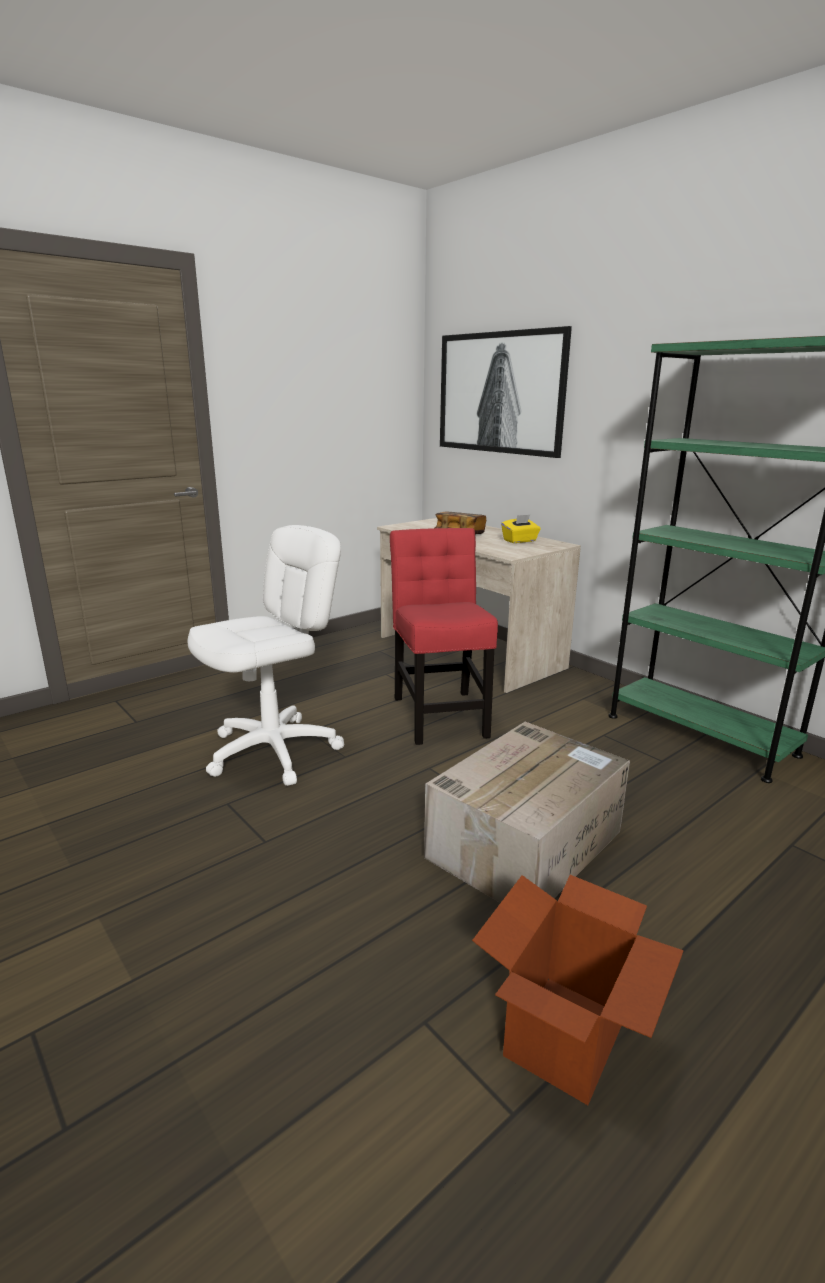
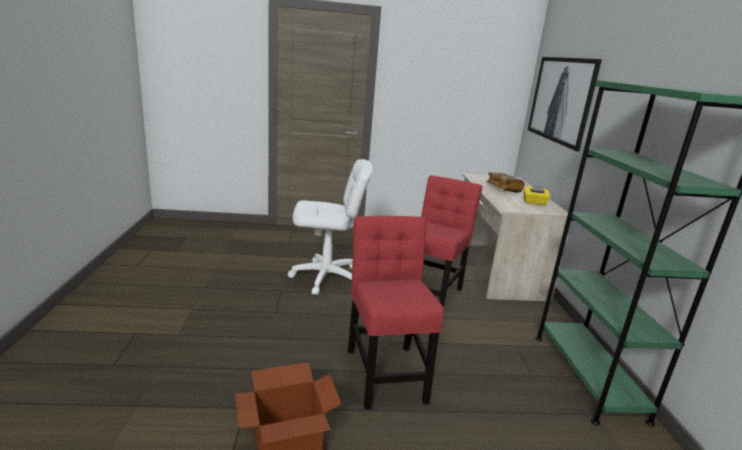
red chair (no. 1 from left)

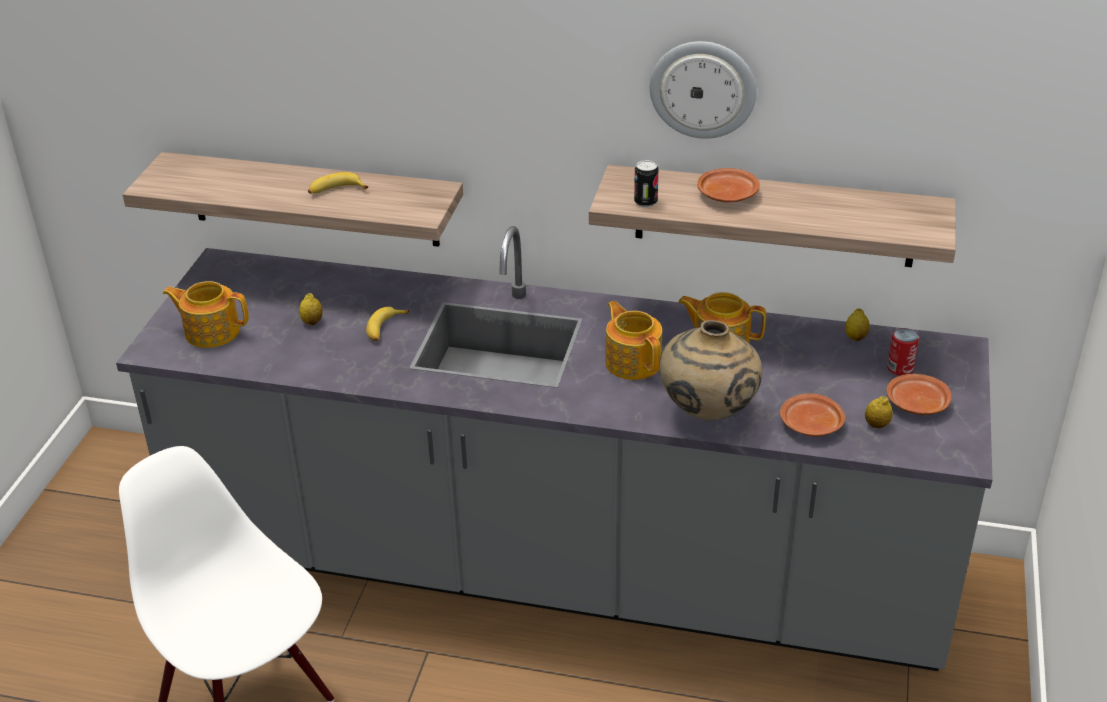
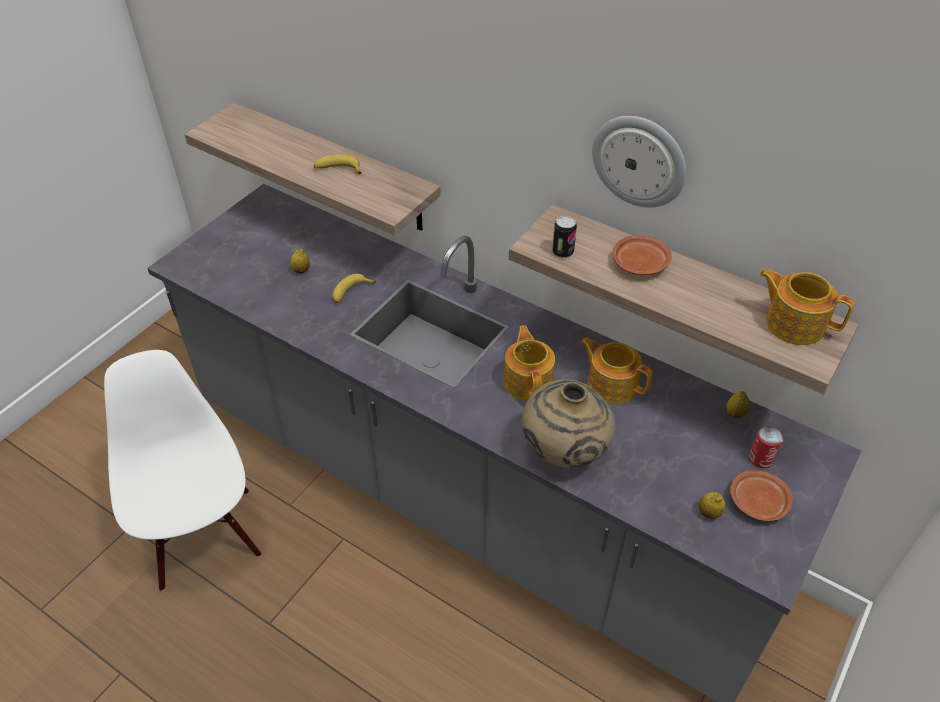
brown plate (no. 2 from left in the first image)
teapot (no. 3 from left)

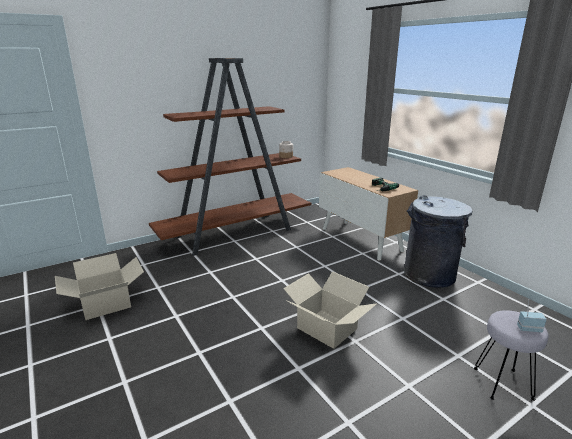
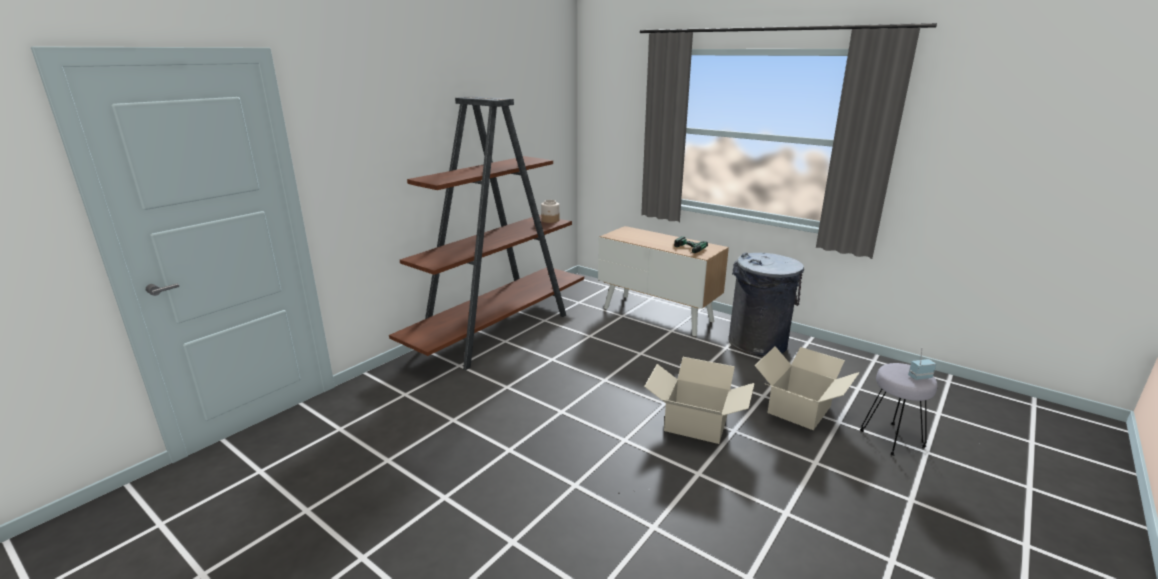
cardboard box (no. 2 from left)

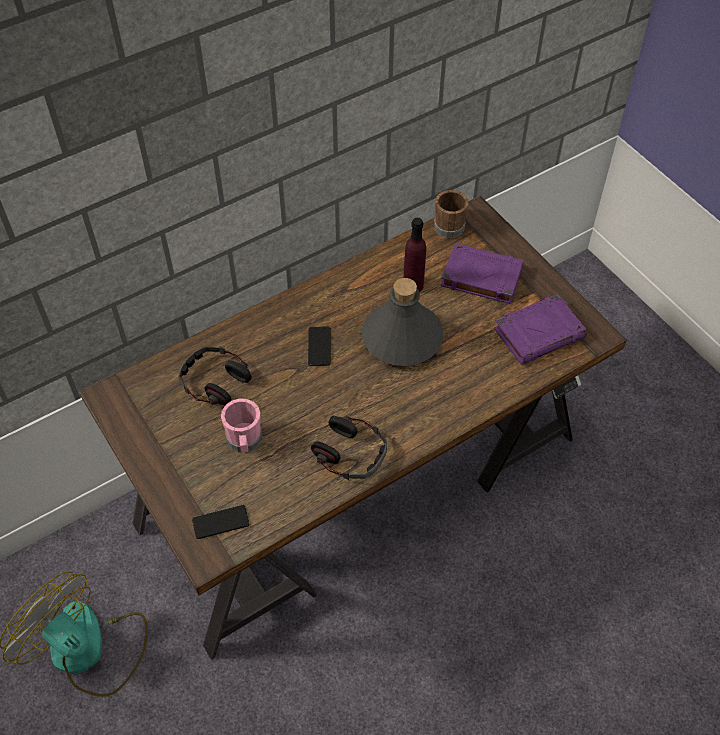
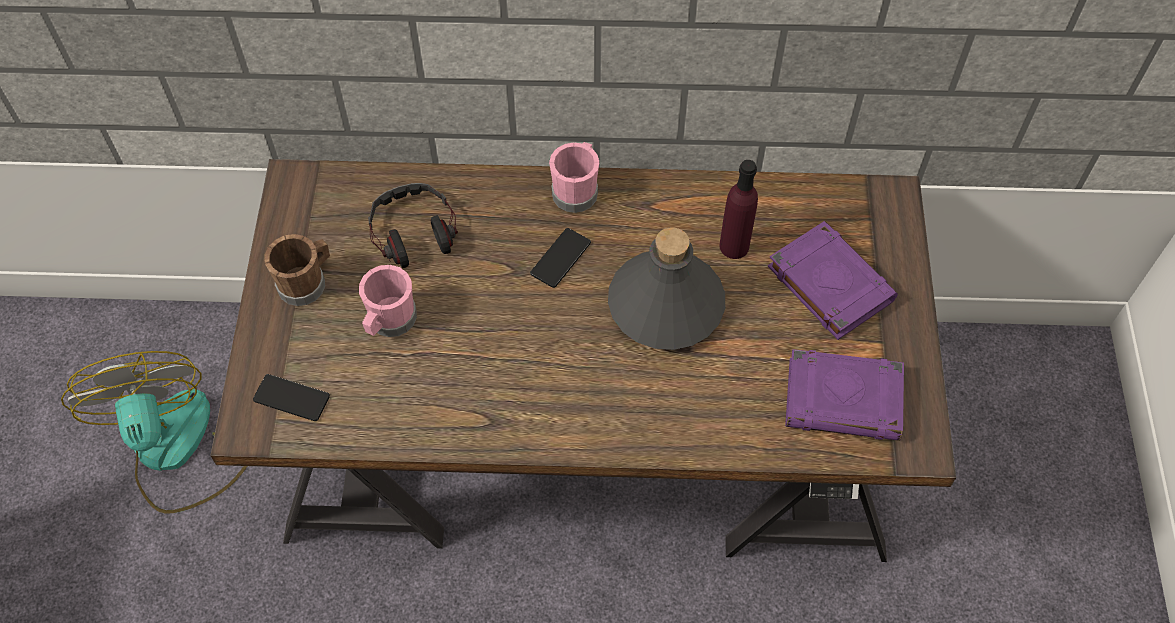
headphones (no. 2 from left in the first image)
pink mug (no. 2 from left)
brown mug

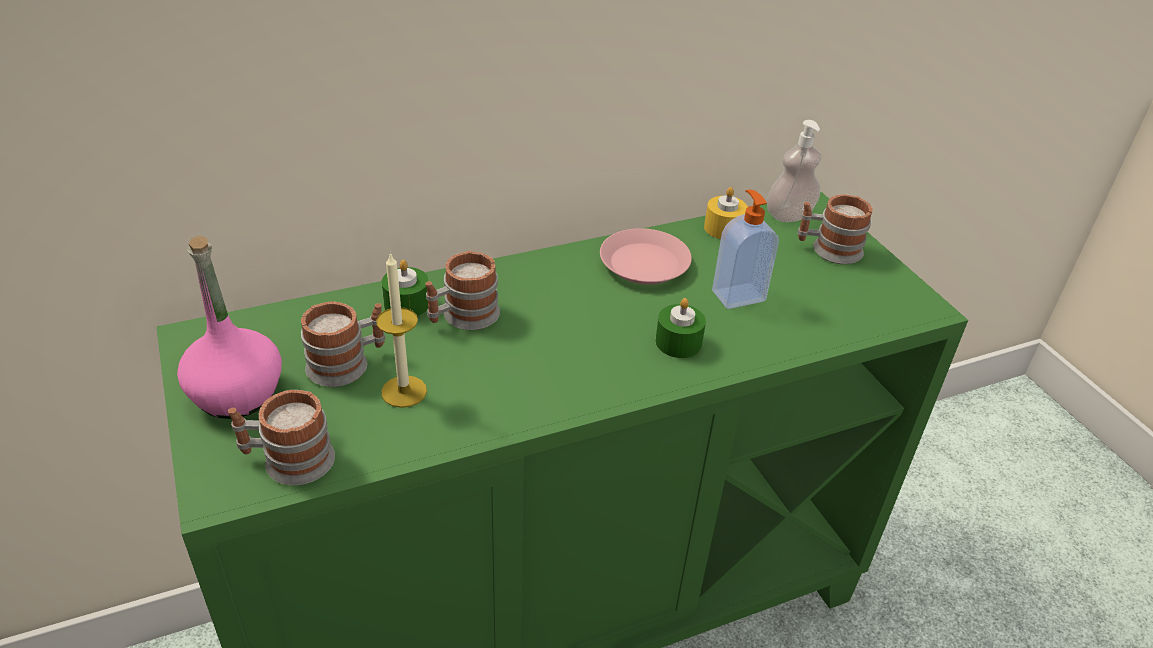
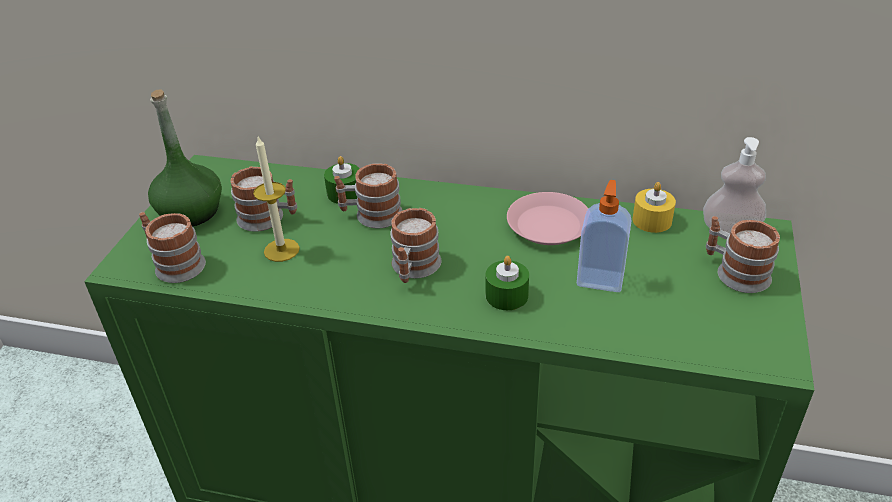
mug (no. 4 from left)
green bottle

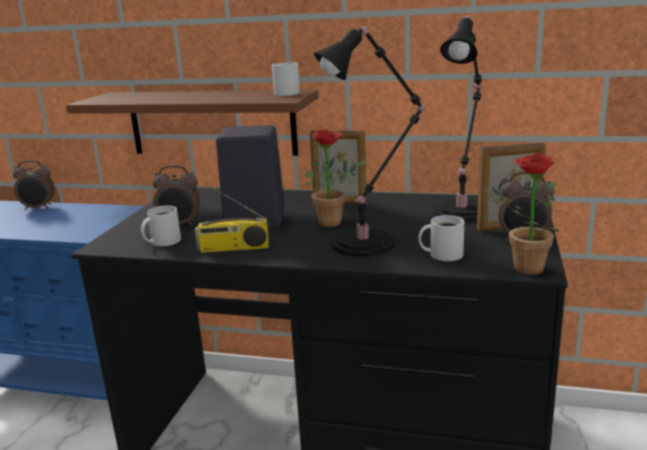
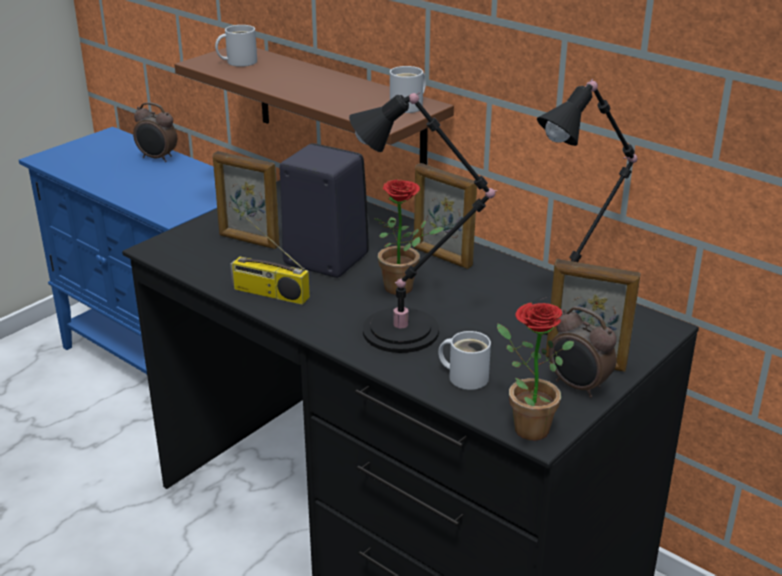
white mug (no. 1 from left)
picture frame (no. 1 from left)

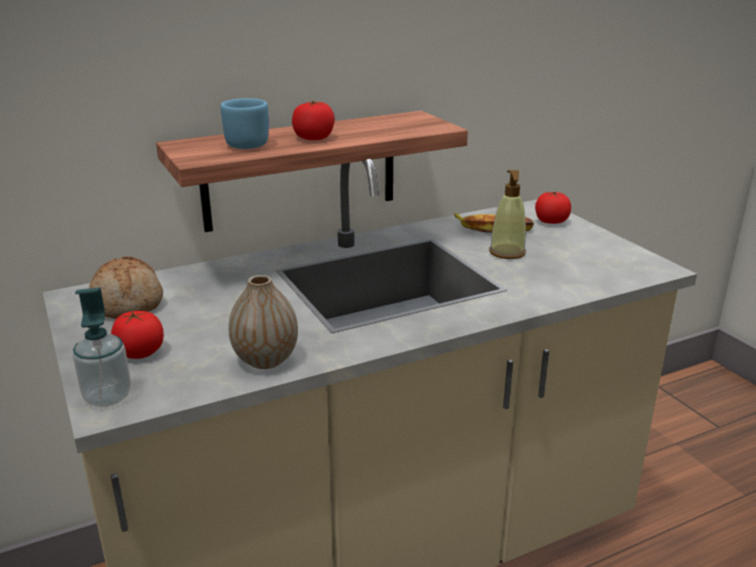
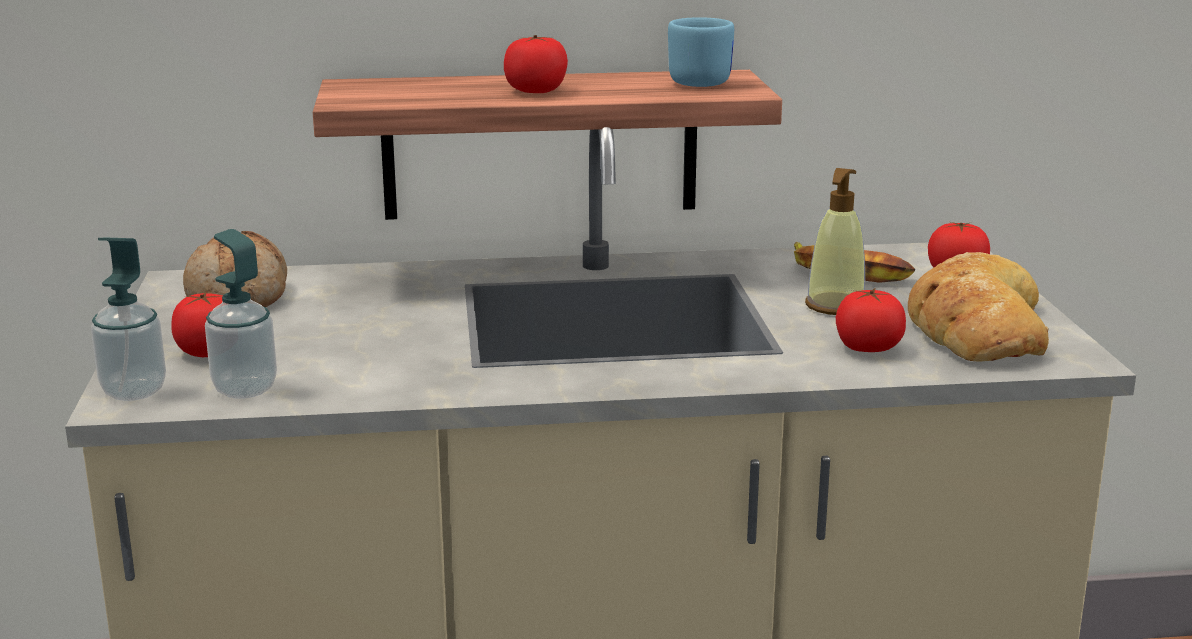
vase
soap dispenser (no. 2 from left)
tomato (no. 3 from left)
bread (no. 2 from left)
blue mug

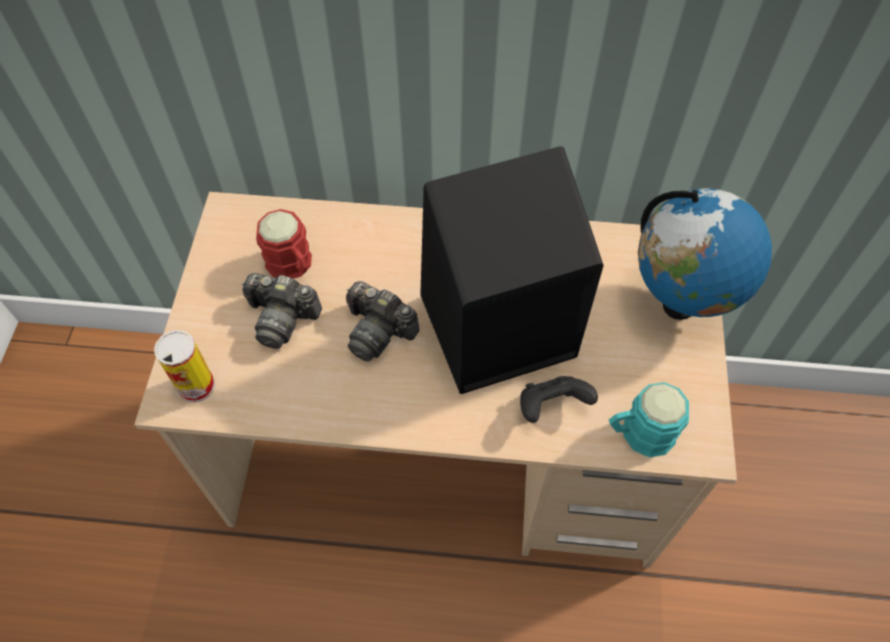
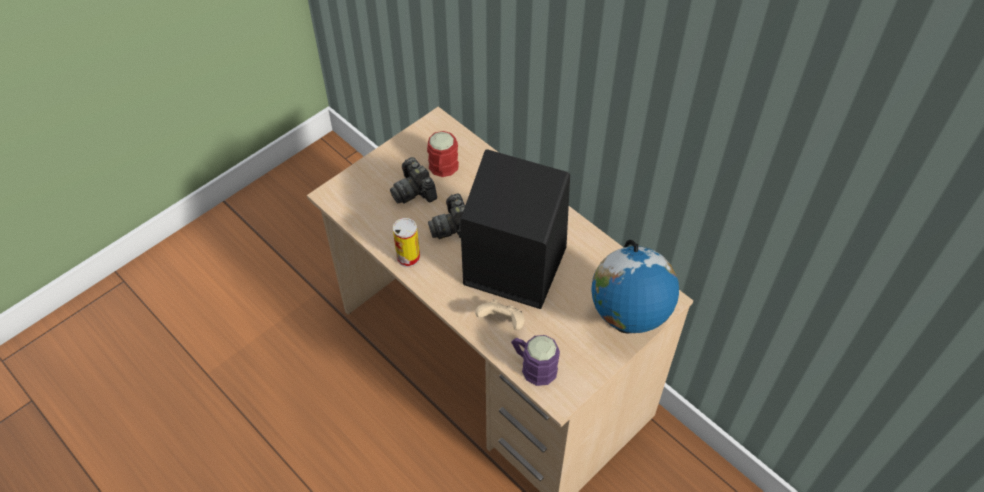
can
beige game controller
purple mug

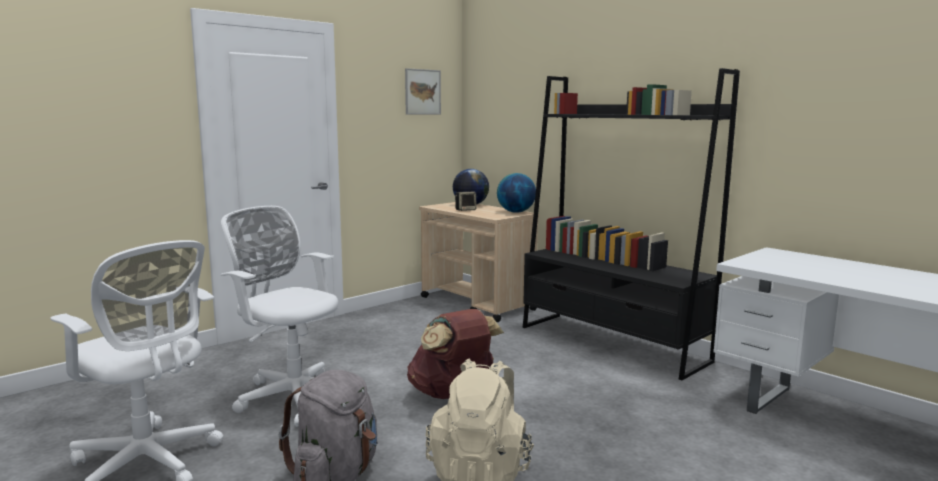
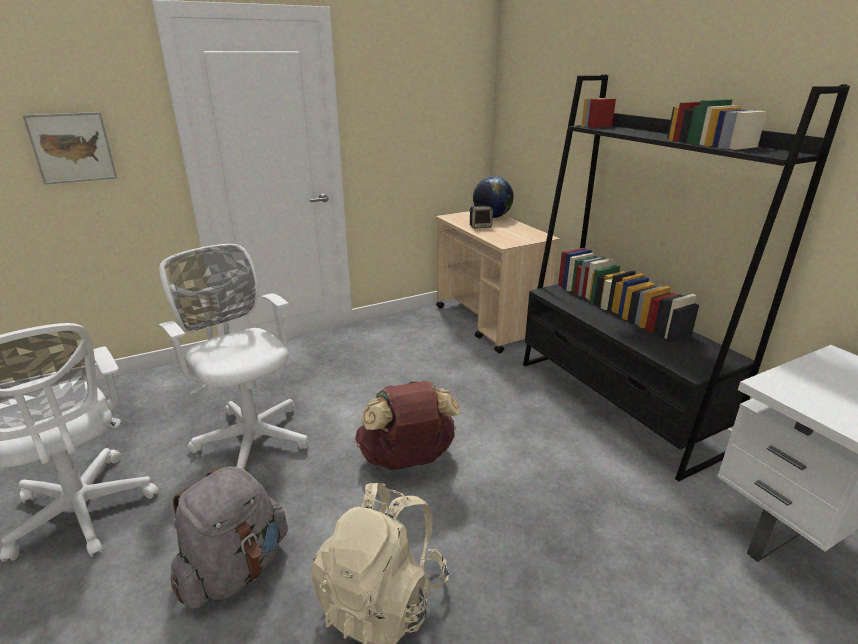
globe (no. 2 from left in the first image)
picture

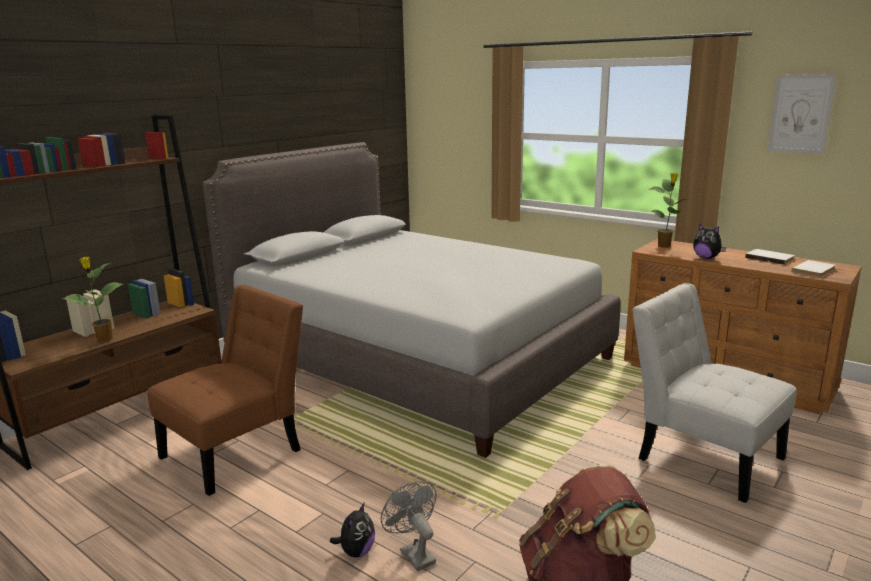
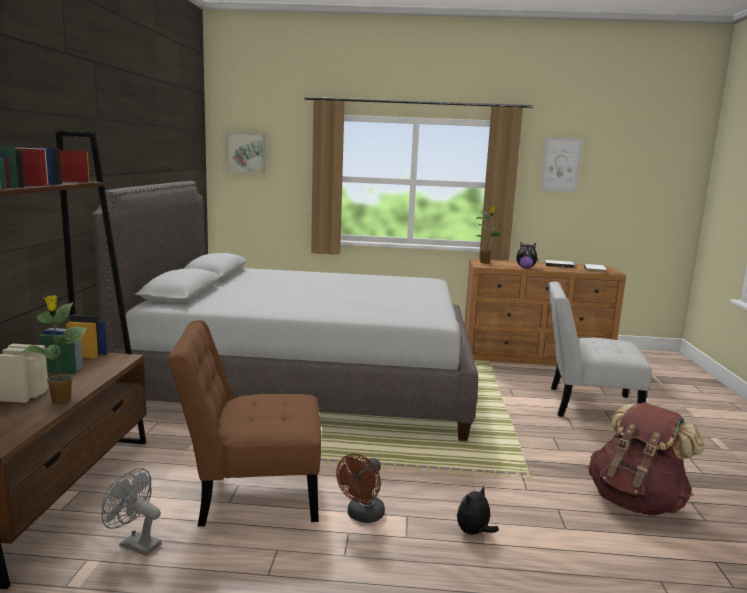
picture (no. 1 from left)
brown fan
grey fan
brown chair
plush toy (no. 1 from left)

